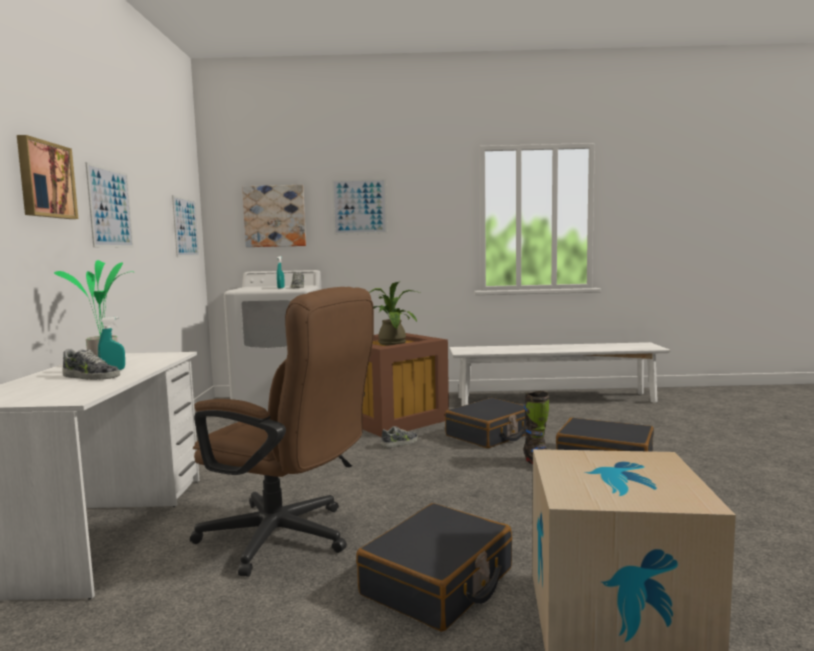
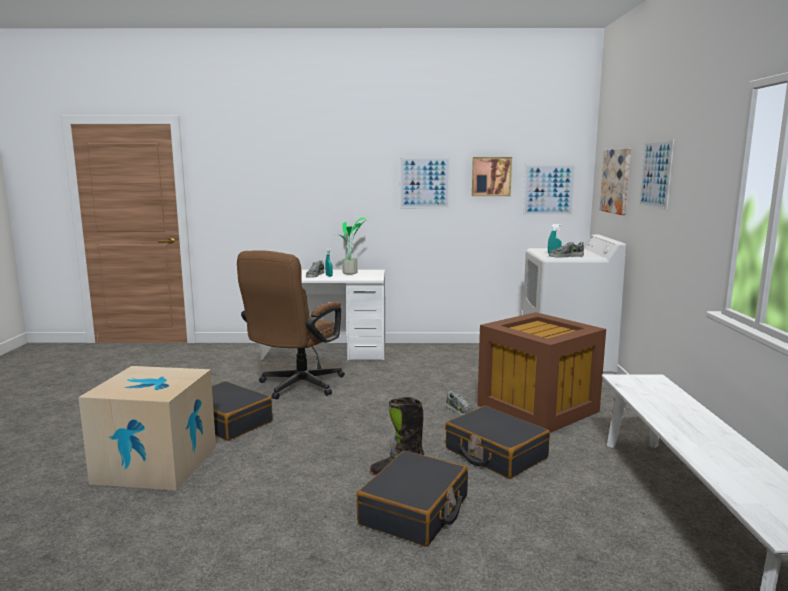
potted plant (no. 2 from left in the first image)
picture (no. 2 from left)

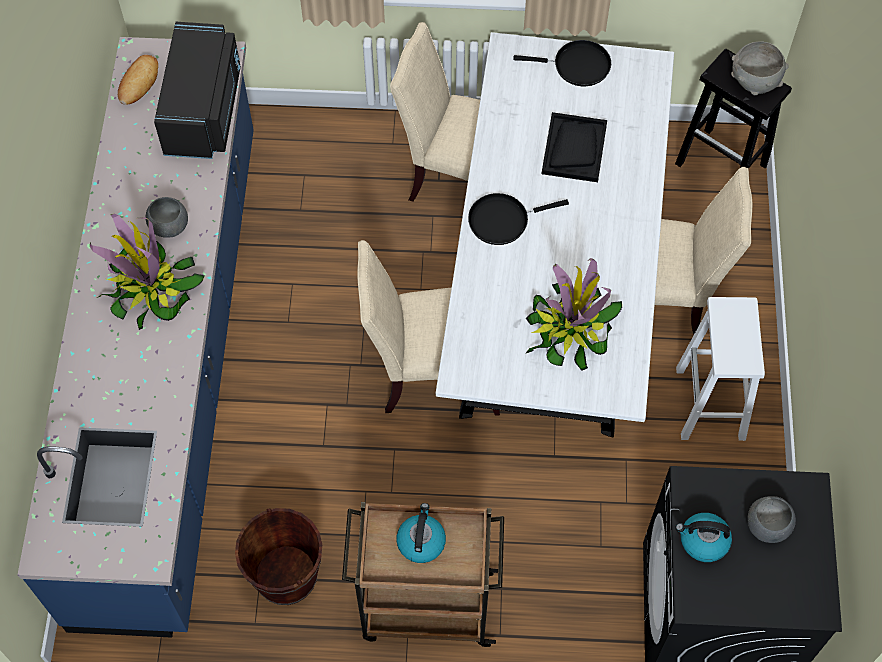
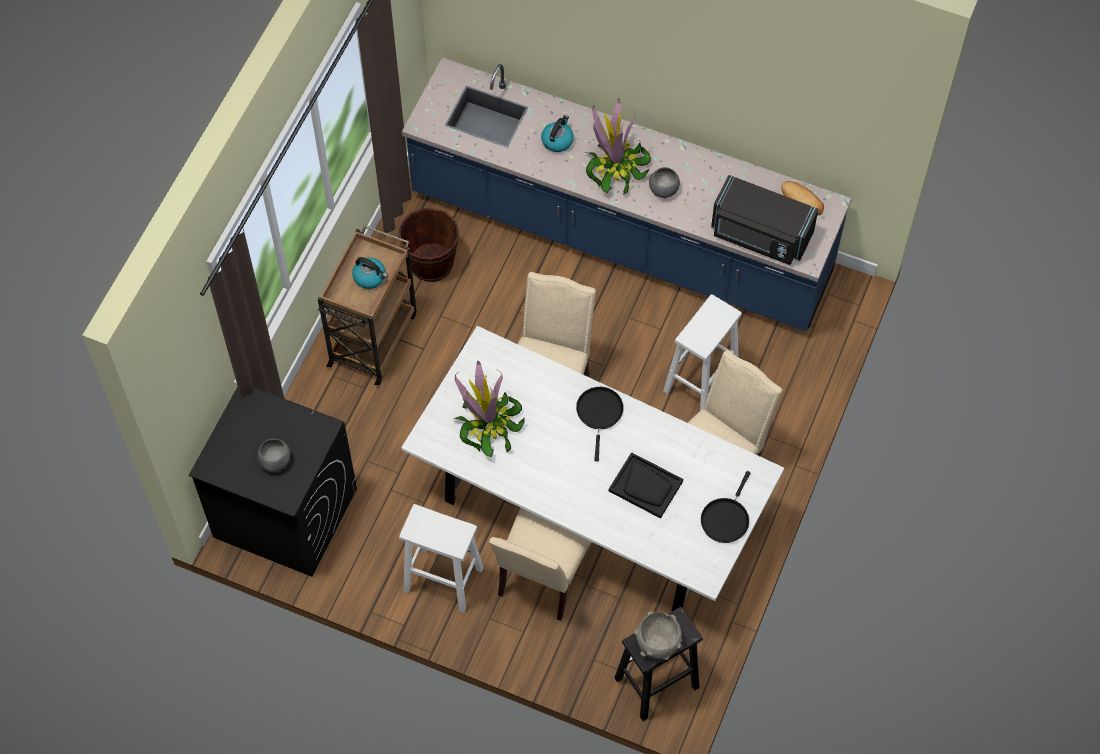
white stool (no. 2 from left)
kettle (no. 2 from left)

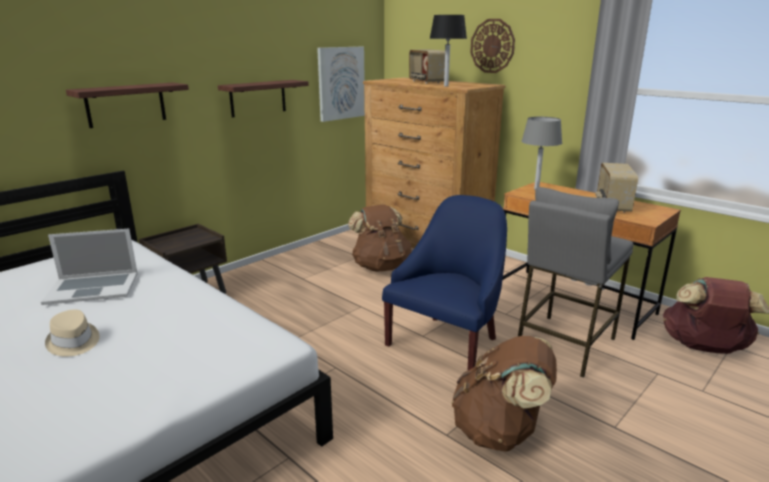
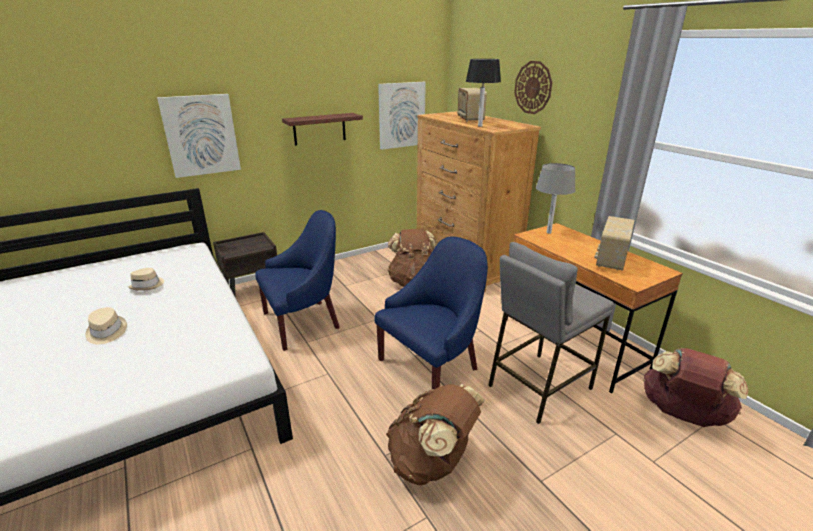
blue armchair (no. 1 from left)
beige hat (no. 2 from left)
picture (no. 1 from left)

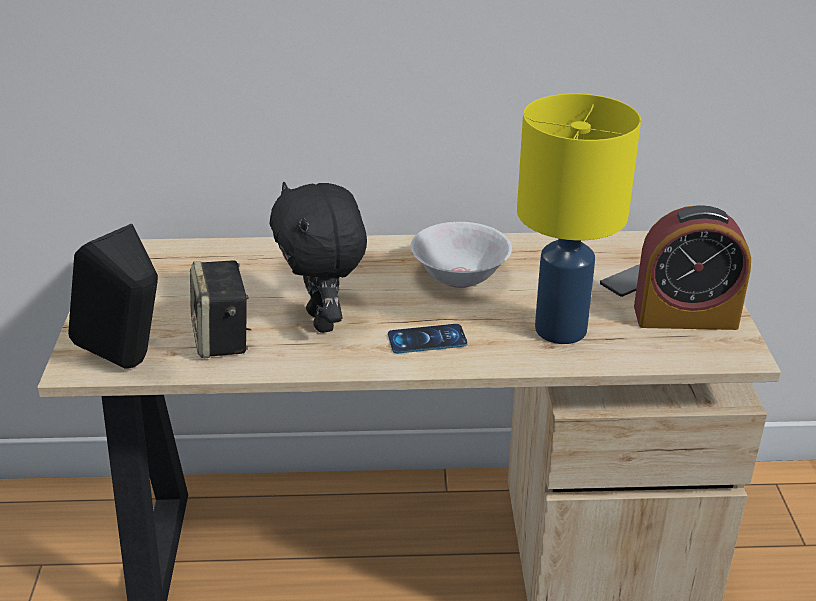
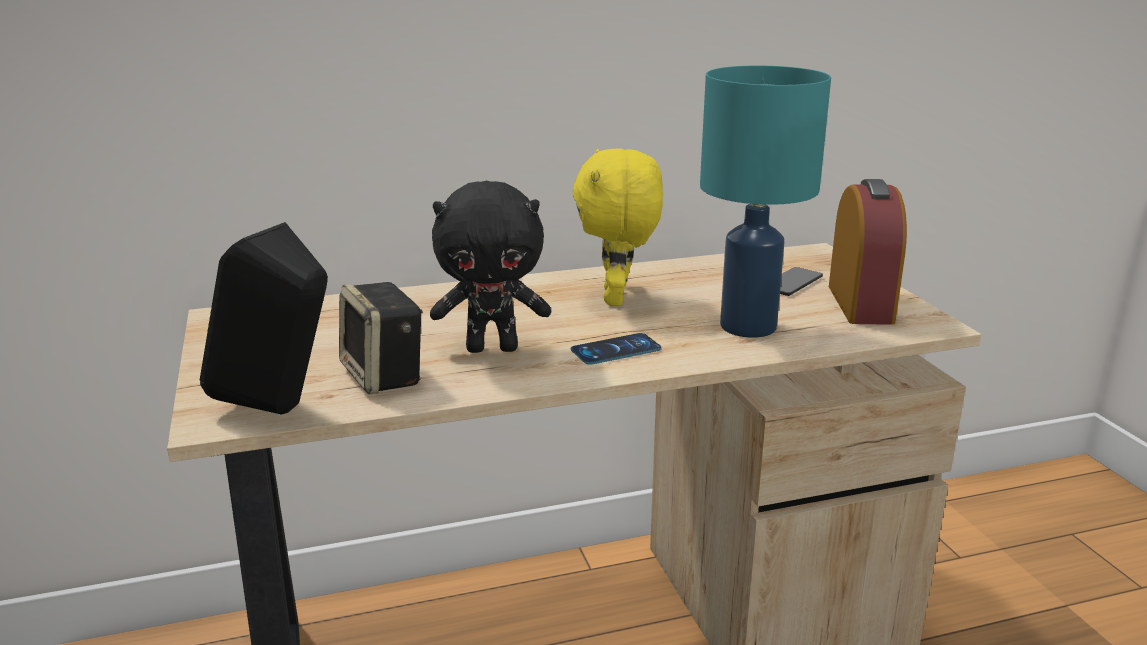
yellow plush toy
turquoise table lamp
black plush toy
alarm clock

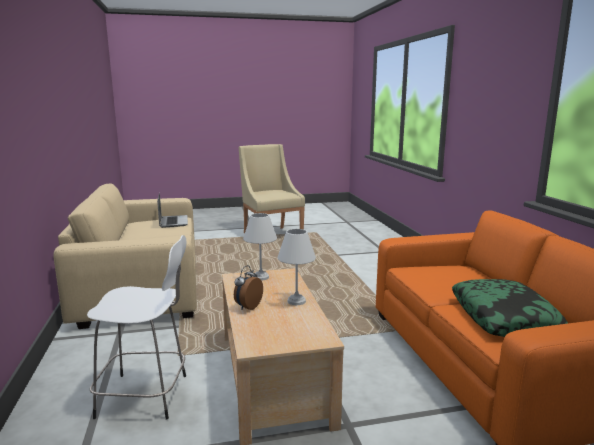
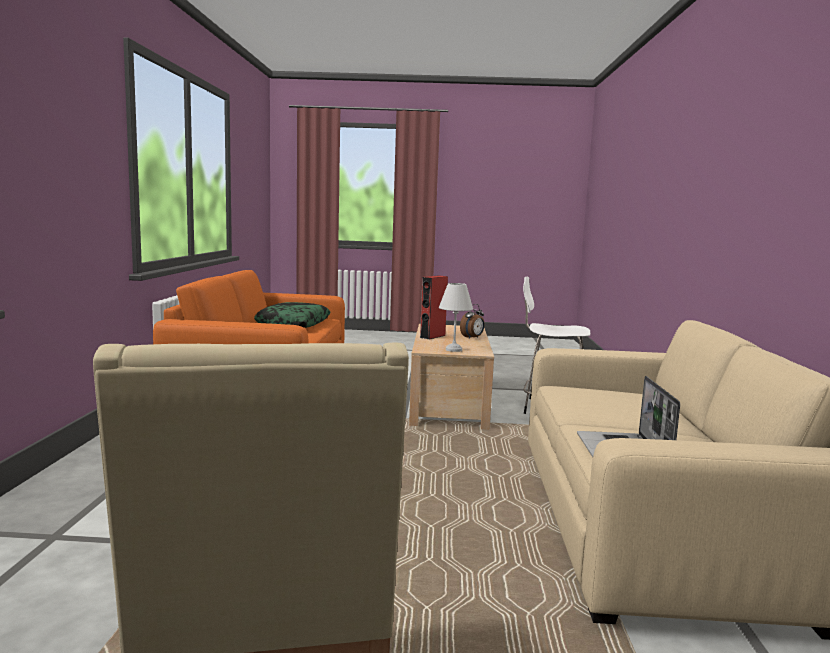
red speaker

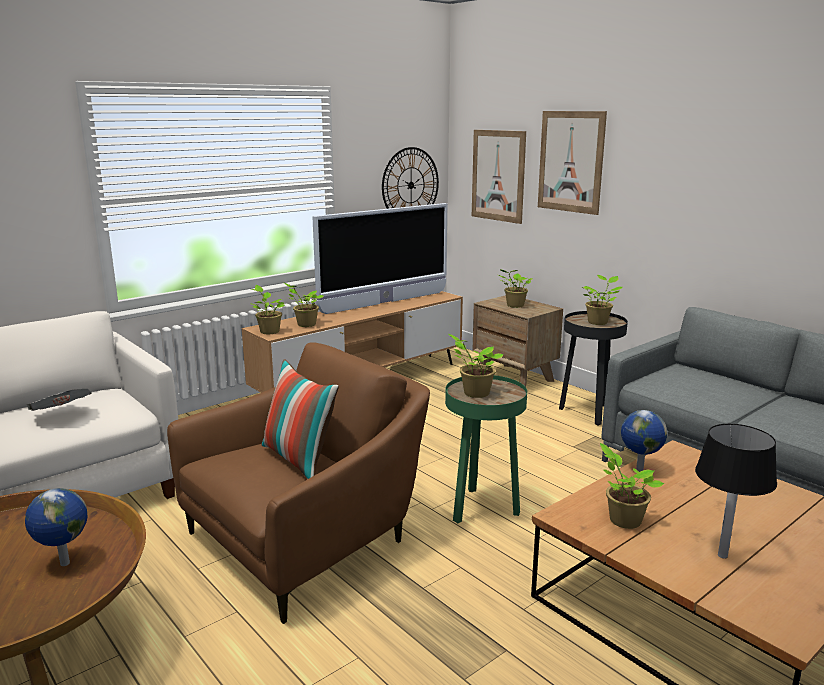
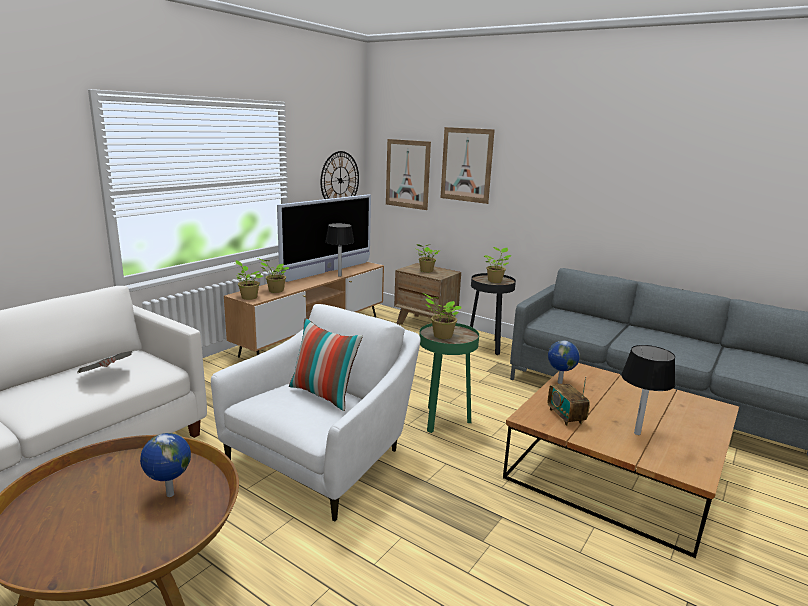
black table lamp (no. 1 from left)
radio
white armchair

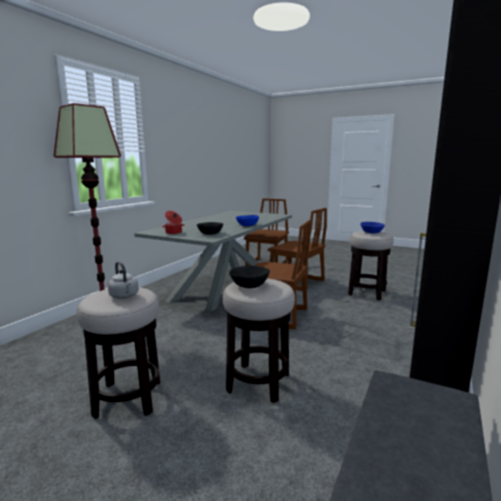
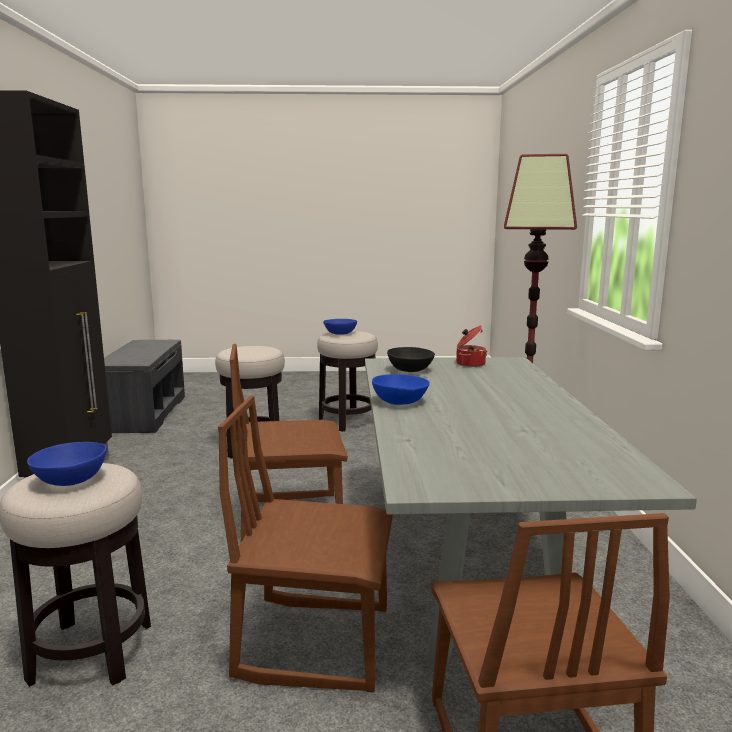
black bowl (no. 2 from left in the first image)
blue bowl (no. 2 from left)

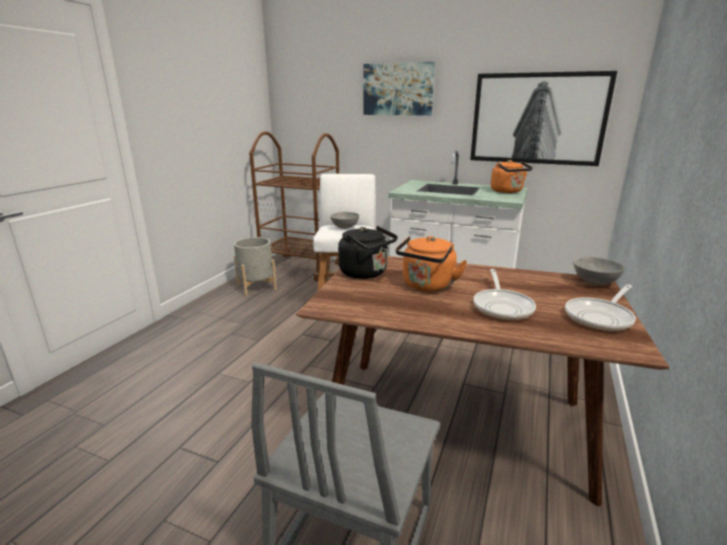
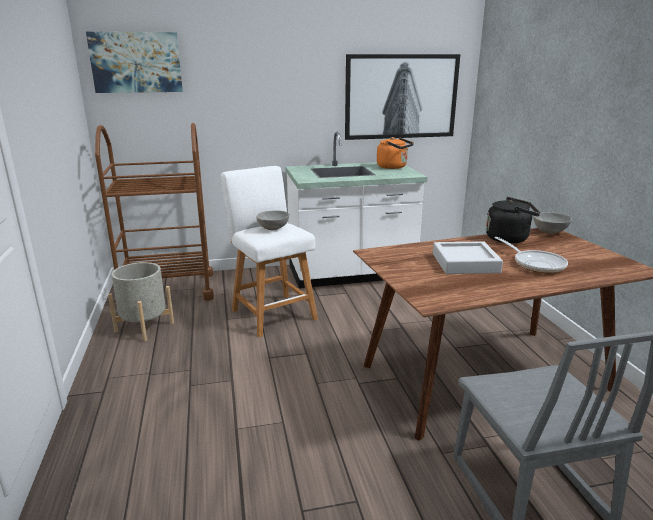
frying pan (no. 2 from left in the first image)
black kettle
picture (no. 1 from left)
grey tray

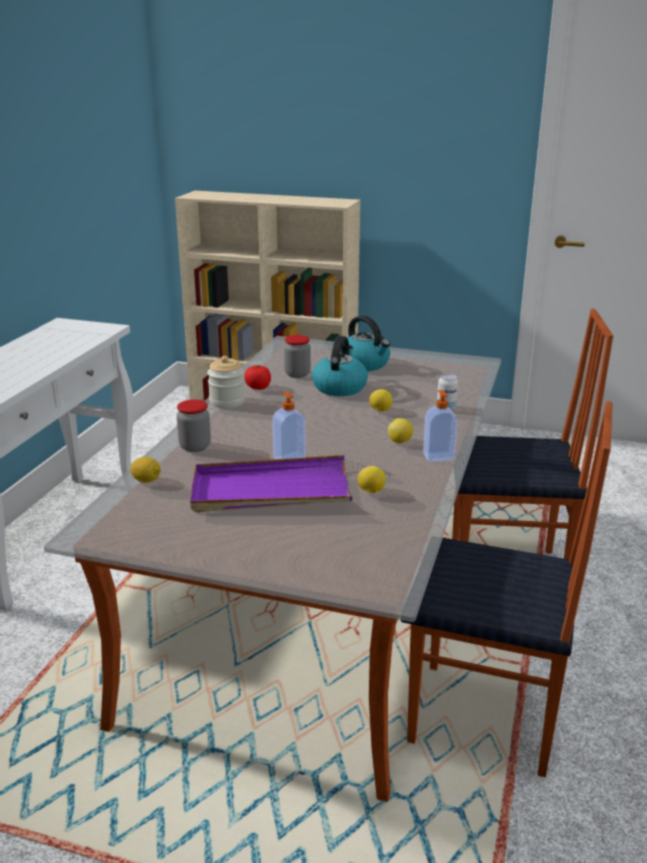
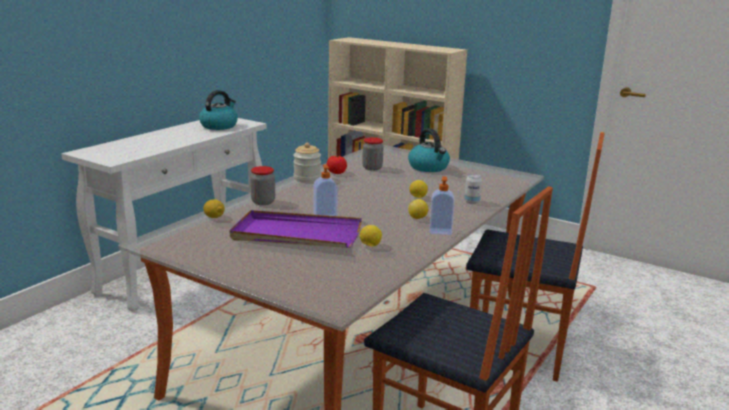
kettle (no. 1 from left)

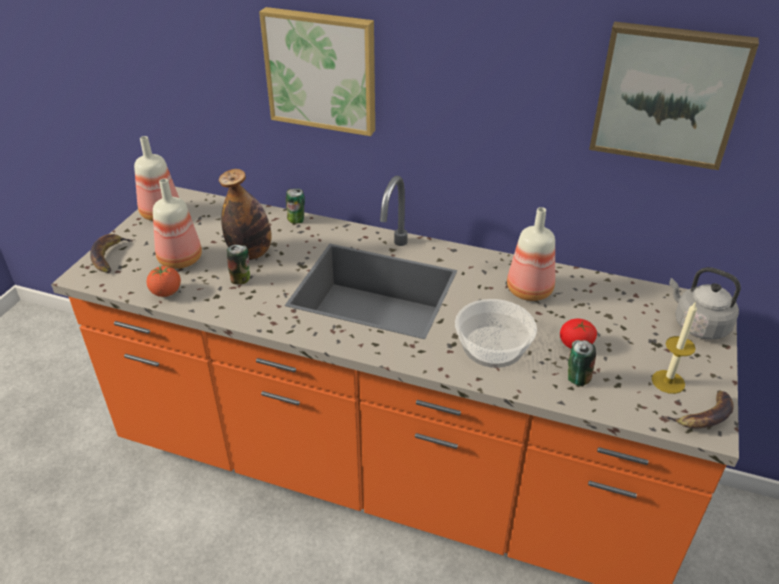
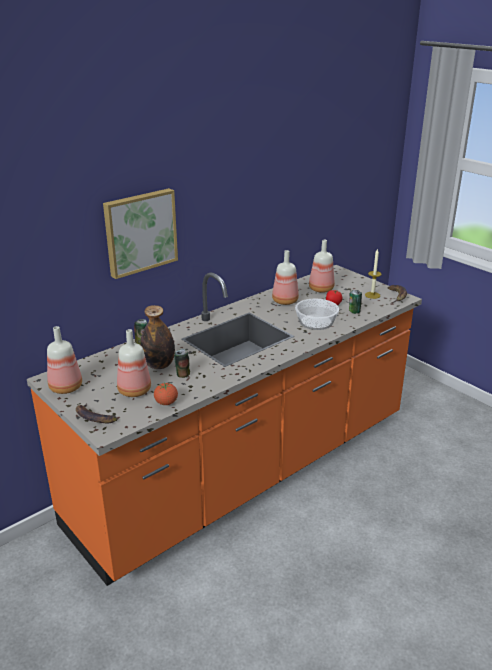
picture (no. 2 from left in the first image)
grey kettle
bottle (no. 5 from left)

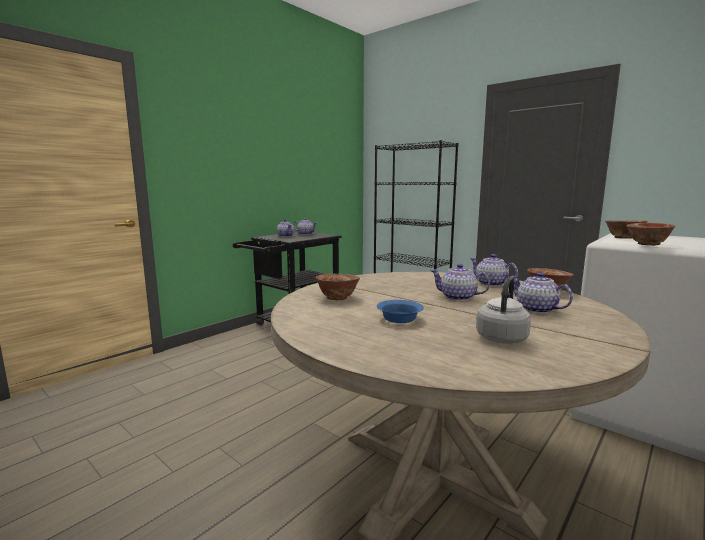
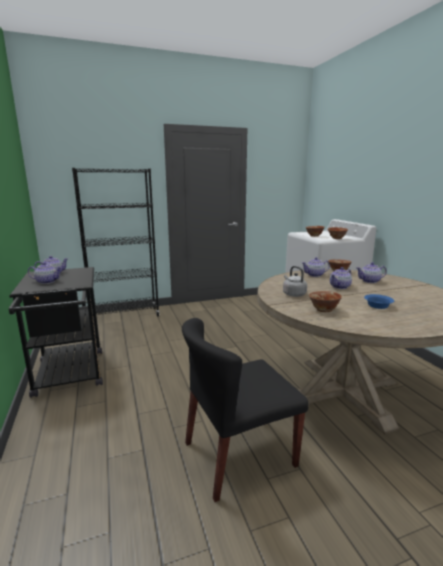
black chair
grey kettle

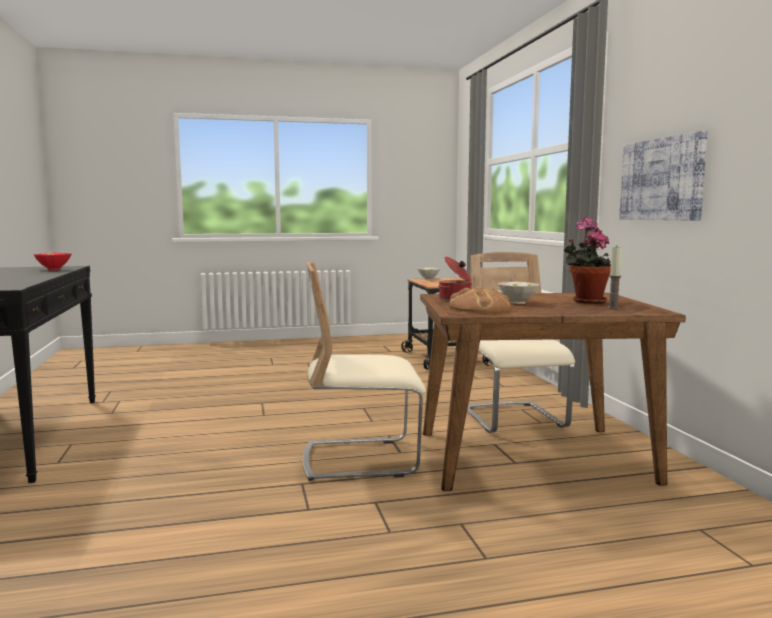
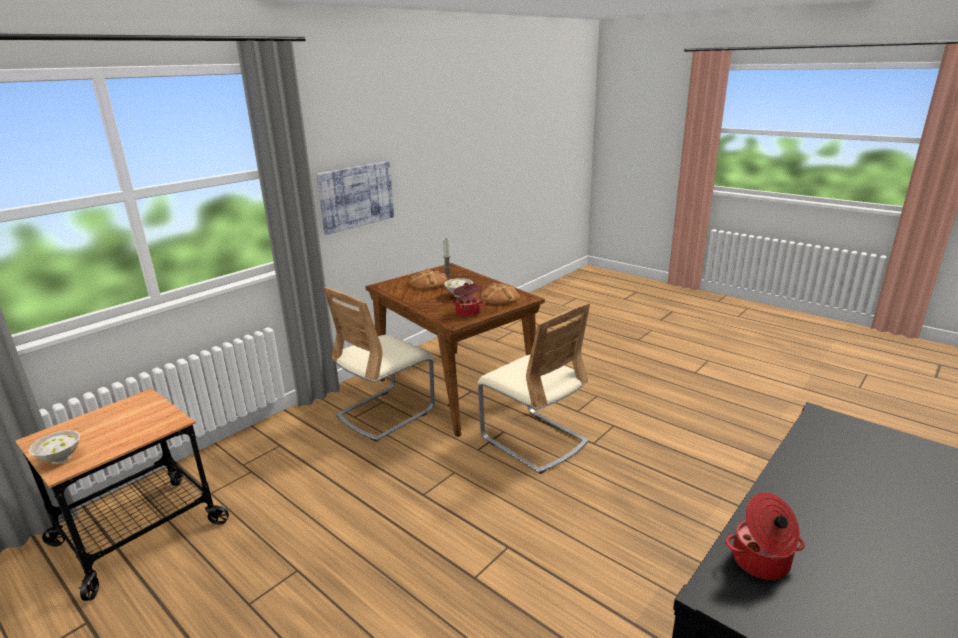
cooking pot (no. 2 from left)
bread (no. 1 from left)

